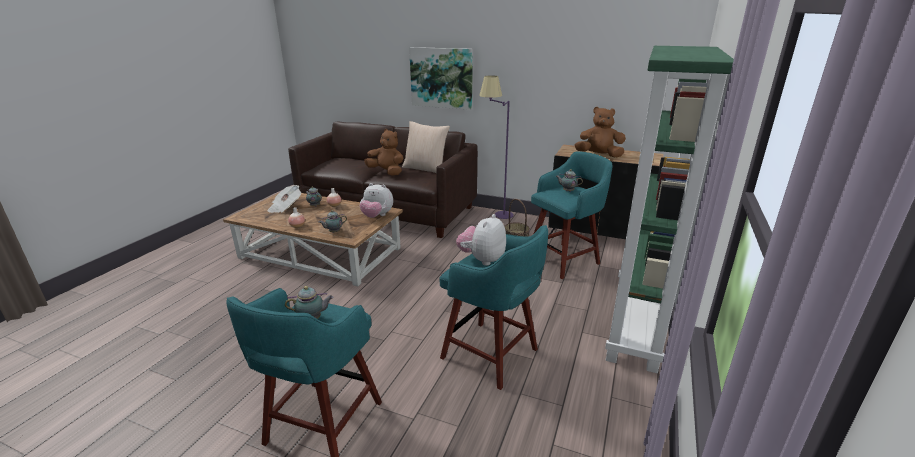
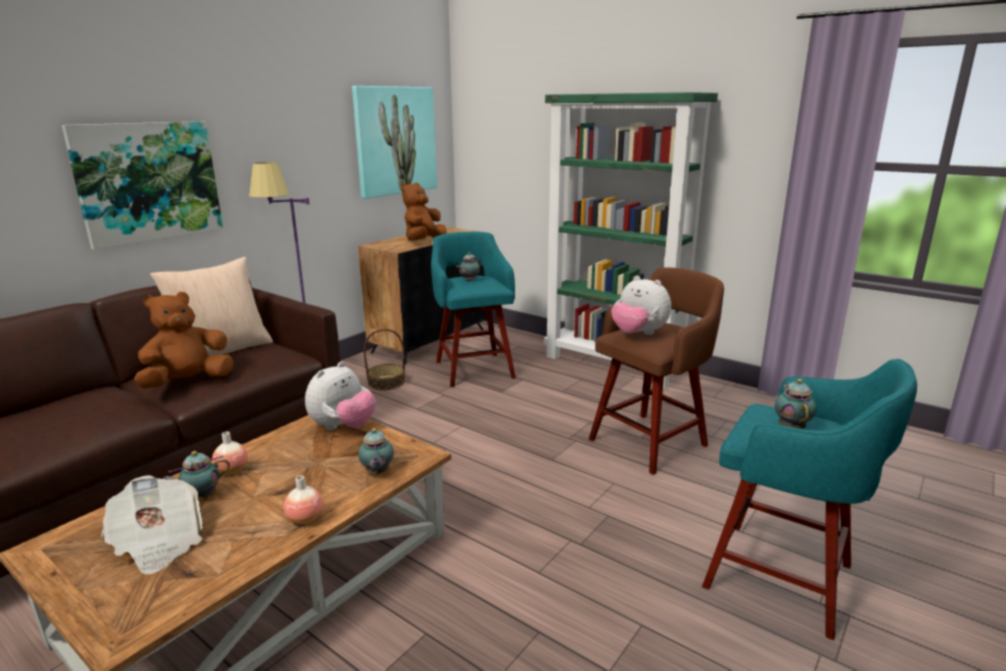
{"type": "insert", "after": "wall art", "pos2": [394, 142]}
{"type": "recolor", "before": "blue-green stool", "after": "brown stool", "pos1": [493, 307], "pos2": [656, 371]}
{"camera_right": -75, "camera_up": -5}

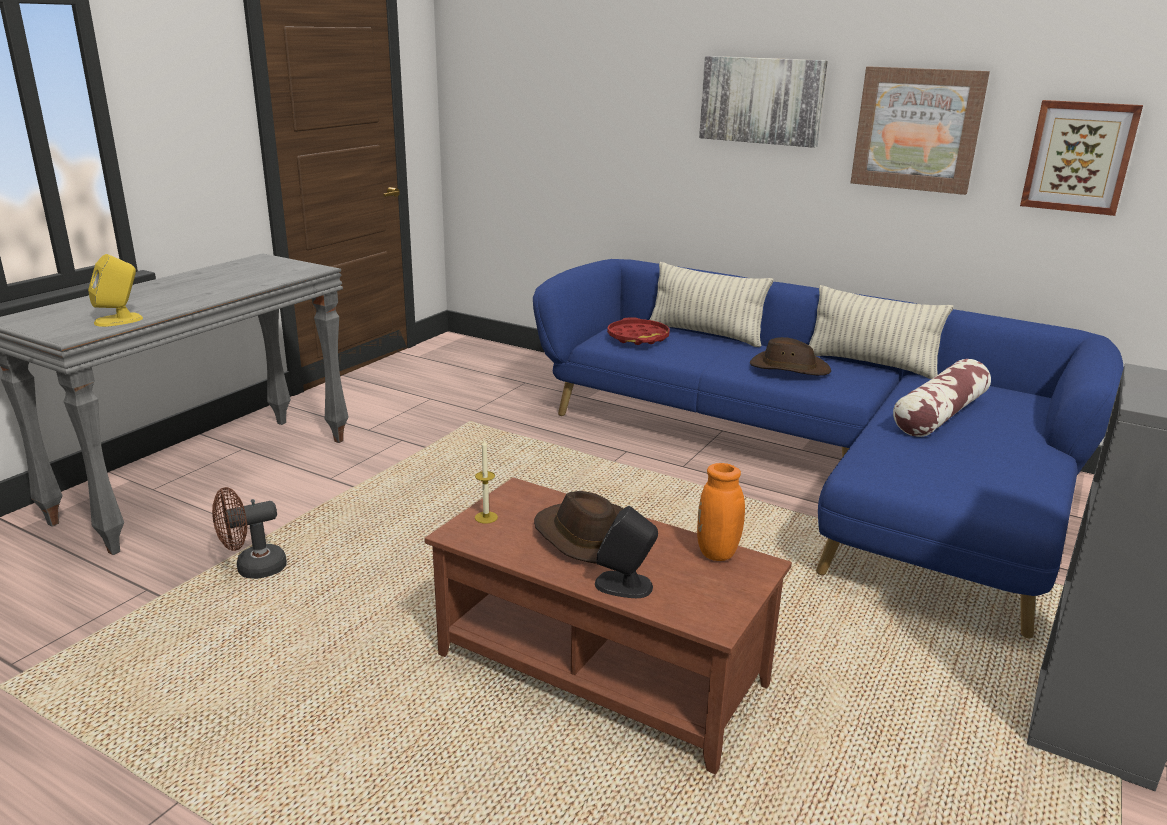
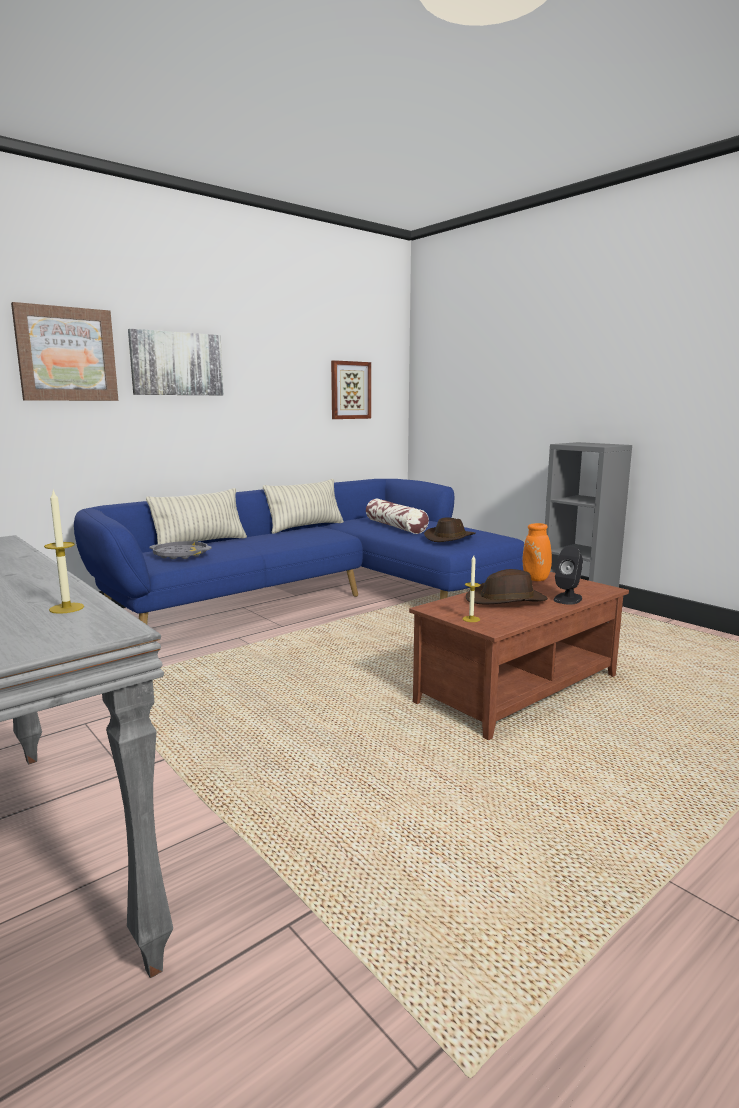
{"type": "delete", "before": "brown fan", "pos1": [249, 533]}
{"type": "move", "before": "brown hat", "pos1": [790, 356], "pos2": [450, 529]}
{"type": "move", "before": "wall art", "pos1": [920, 130], "pos2": [64, 351]}
{"type": "replace", "before": "yellow audio speaker", "after": "wax candle", "pos1": [115, 290], "pos2": [64, 552]}
{"type": "recolor", "before": "red carrying tray", "after": "greyish carrying tray", "pos1": [638, 331], "pos2": [180, 550]}
{"camera_right": -70, "camera_up": -10}

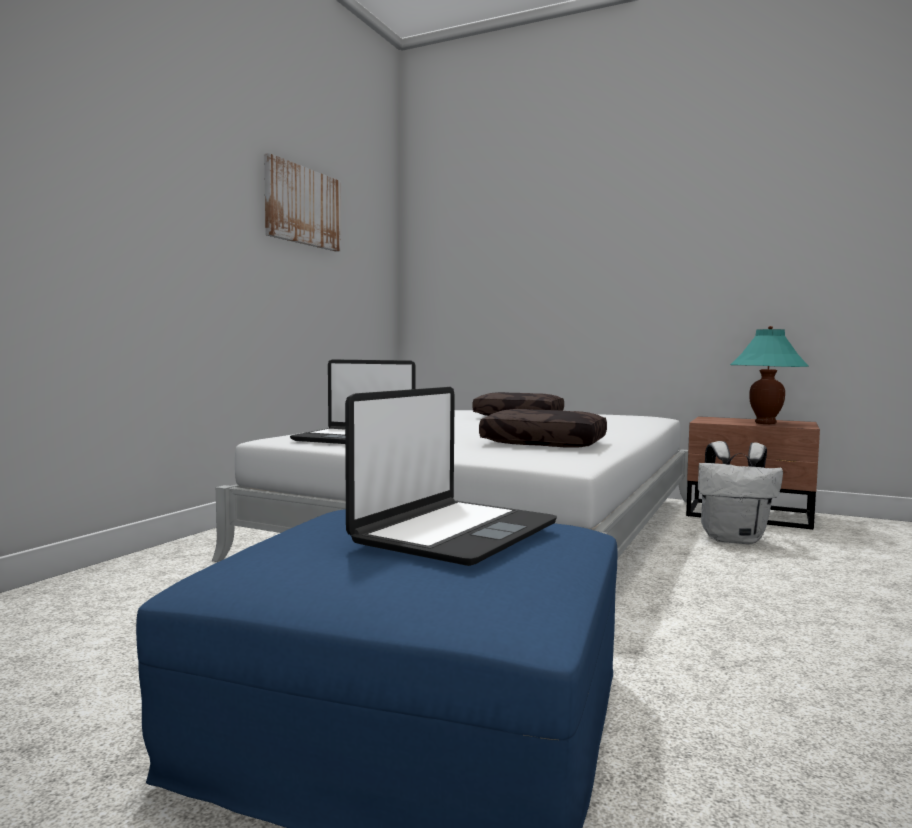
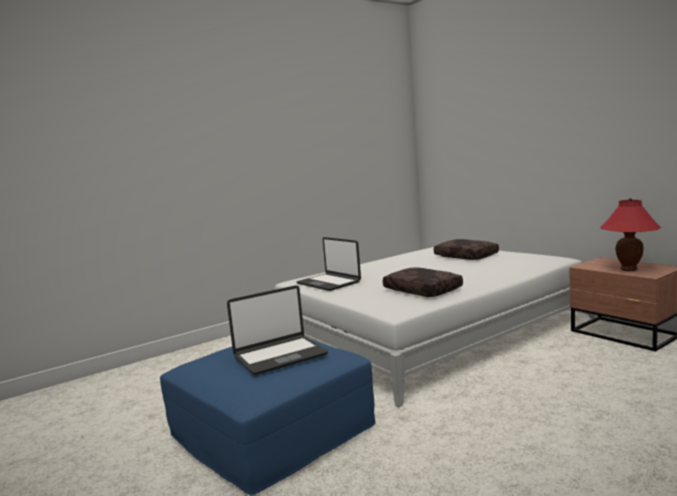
{"type": "delete", "before": "wall art", "pos1": [302, 202]}
{"type": "delete", "before": "white knapsack", "pos1": [740, 492]}
{"type": "recolor", "before": "blue-green table lamp", "after": "red table lamp", "pos1": [769, 375], "pos2": [630, 234]}
{"camera_right": 30, "camera_up": 5}

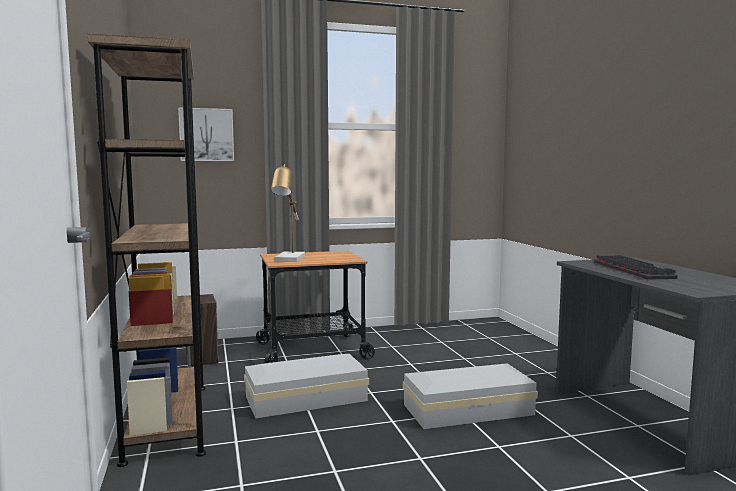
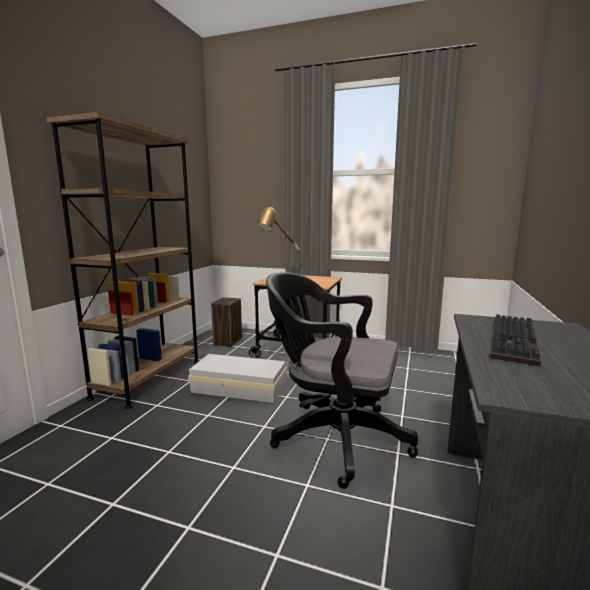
{"type": "delete", "before": "wall art", "pos1": [206, 134]}
{"type": "replace", "before": "white storage box", "after": "black-coloured computer chair", "pos1": [470, 396], "pos2": [342, 380]}
{"camera_right": 35, "camera_up": 5}

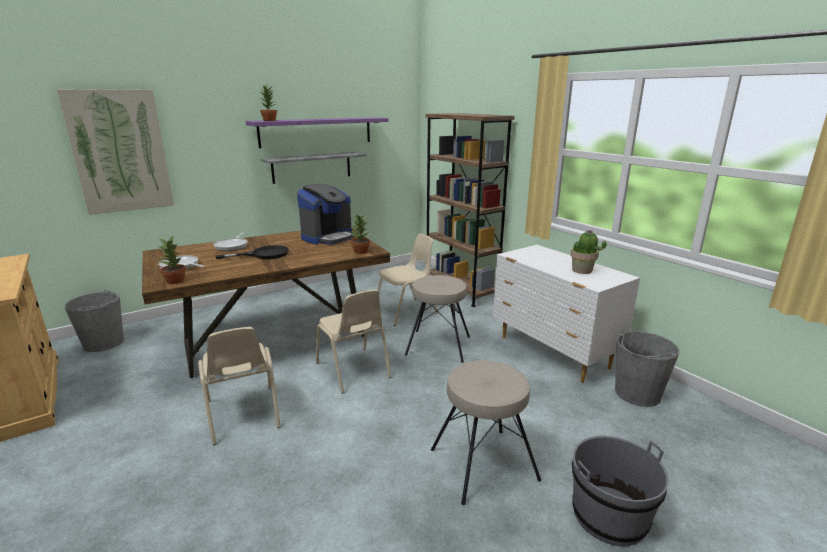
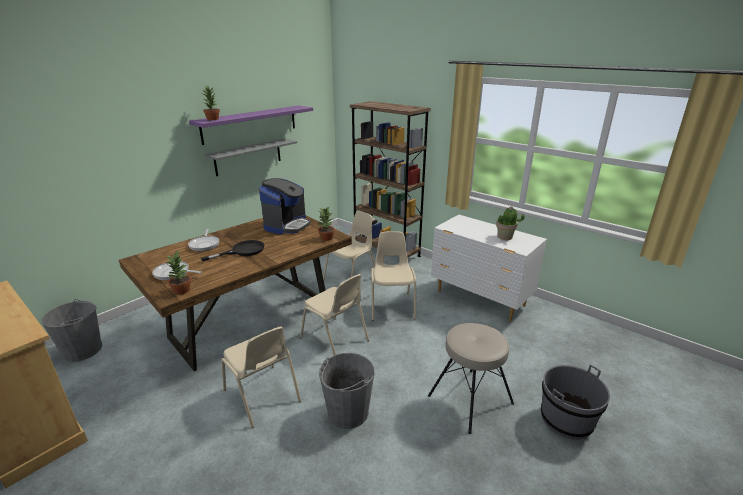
{"type": "delete", "before": "wall art", "pos1": [115, 152]}
{"type": "move", "before": "greyish water bucket", "pos1": [647, 369], "pos2": [346, 391]}
{"type": "replace", "before": "beige stool", "after": "beige upright chair", "pos1": [437, 319], "pos2": [393, 275]}
{"camera_right": -15, "camera_up": 5}

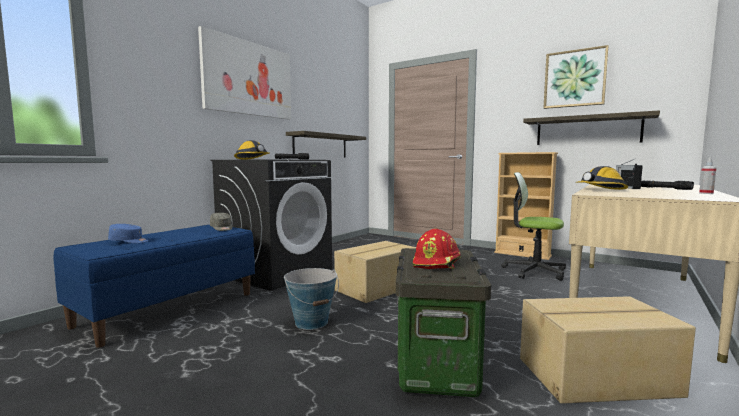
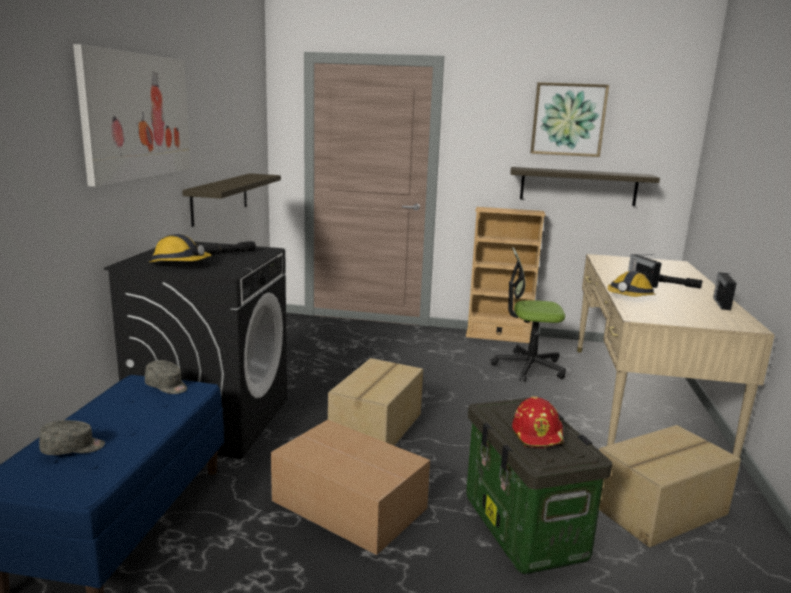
{"type": "replace", "before": "water bucket", "after": "carton", "pos1": [311, 299], "pos2": [350, 487]}
{"type": "replace", "before": "hand sprayer", "after": "radio set", "pos1": [708, 175], "pos2": [724, 291]}
{"type": "recolor", "before": "bluish peaked cap", "after": "greyish peaked cap", "pos1": [128, 233], "pos2": [72, 437]}
{"camera_right": -25, "camera_up": 10}

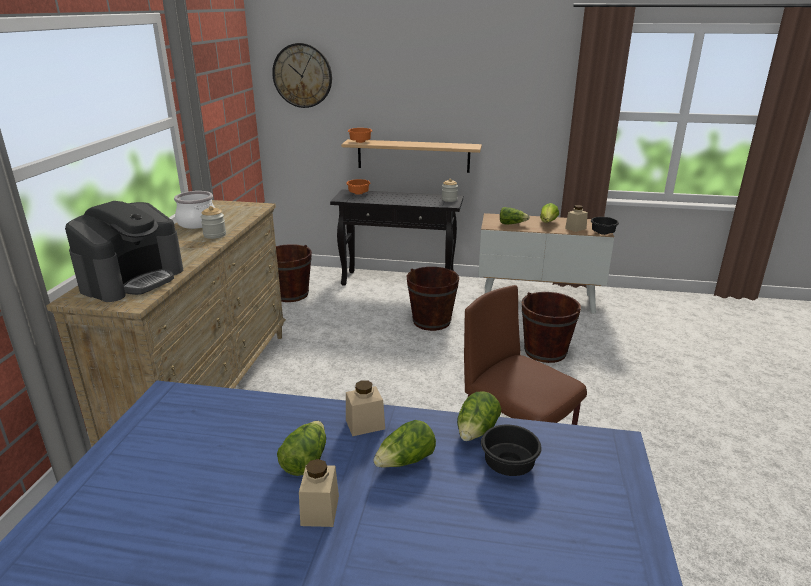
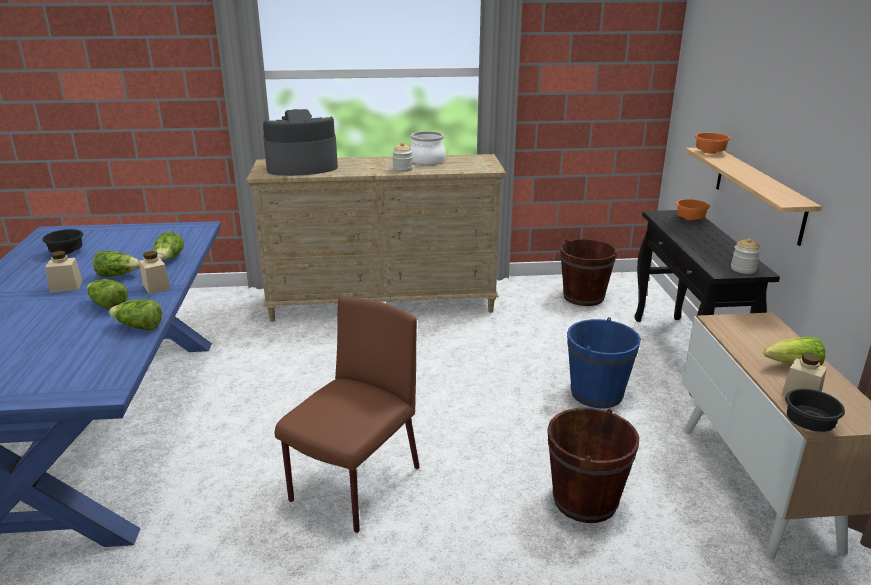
{"type": "delete", "before": "wall clock", "pos1": [302, 75]}
{"type": "move", "before": "black-coloured deep dish", "pos1": [511, 450], "pos2": [63, 241]}
{"type": "move", "before": "lettuce", "pos1": [515, 216], "pos2": [168, 246]}
{"type": "recolor", "before": "brown water bucket", "after": "bluish water bucket", "pos1": [433, 299], "pos2": [604, 362]}
{"type": "rotate", "before": "coffee brewer", "pos1": [124, 251], "pos2": [300, 142], "turn": 150}
{"camera_right": 75, "camera_up": 0}

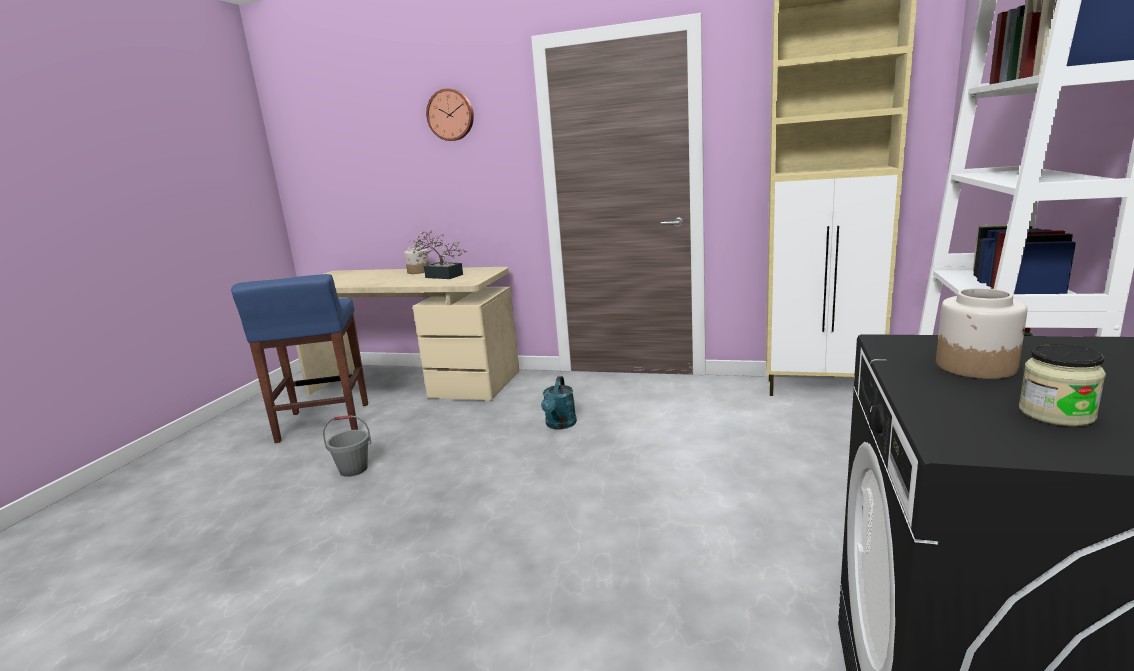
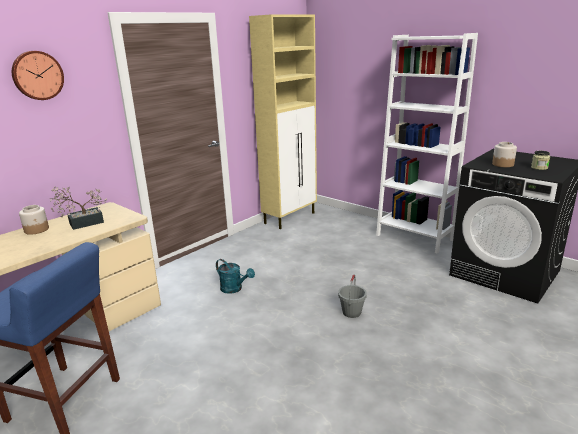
{"type": "move", "before": "greyish water bucket", "pos1": [347, 446], "pos2": [352, 296]}
{"camera_right": -65, "camera_up": 5}

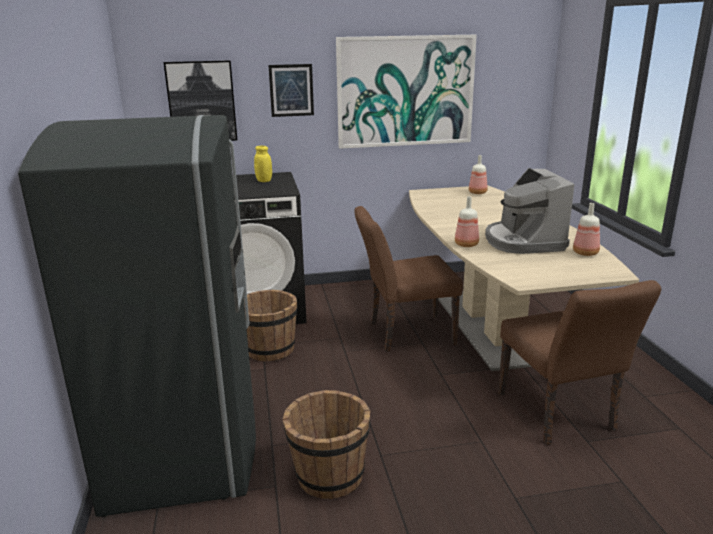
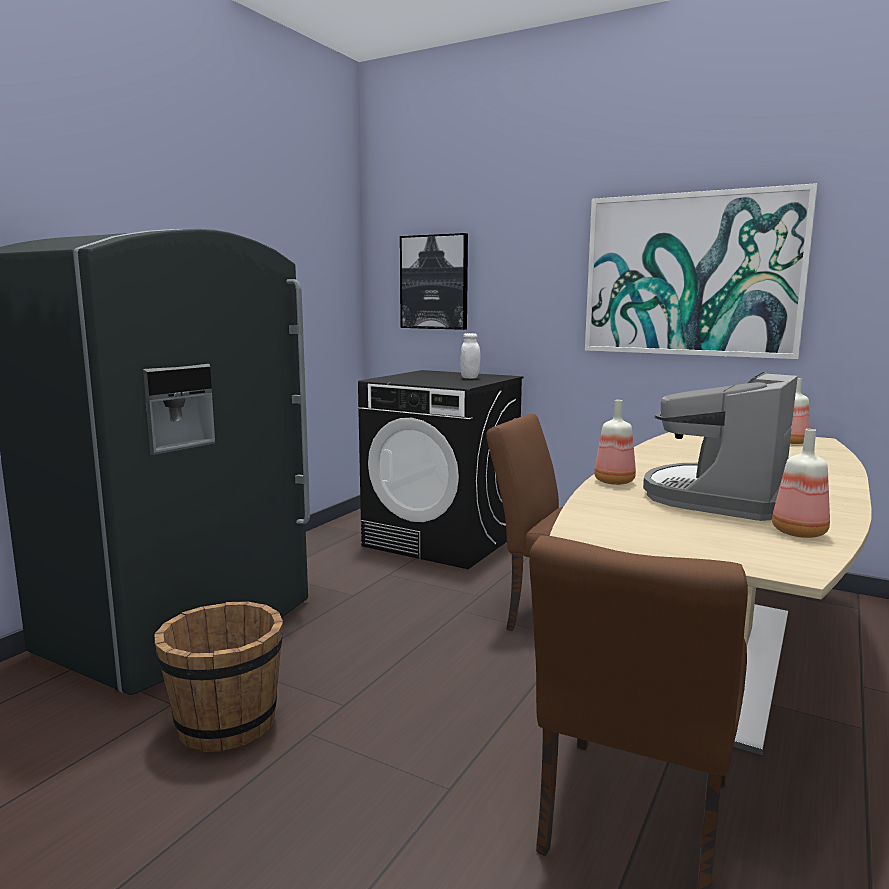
{"type": "delete", "before": "brown water bucket", "pos1": [270, 326]}
{"type": "delete", "before": "wall art", "pos1": [291, 90]}
{"type": "recolor", "before": "yellow jar", "after": "white jar", "pos1": [263, 164], "pos2": [470, 356]}
{"camera_right": 40, "camera_up": -10}

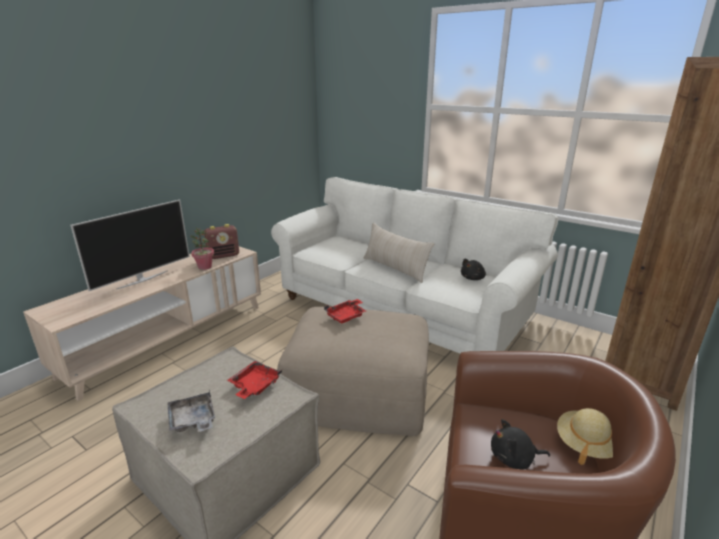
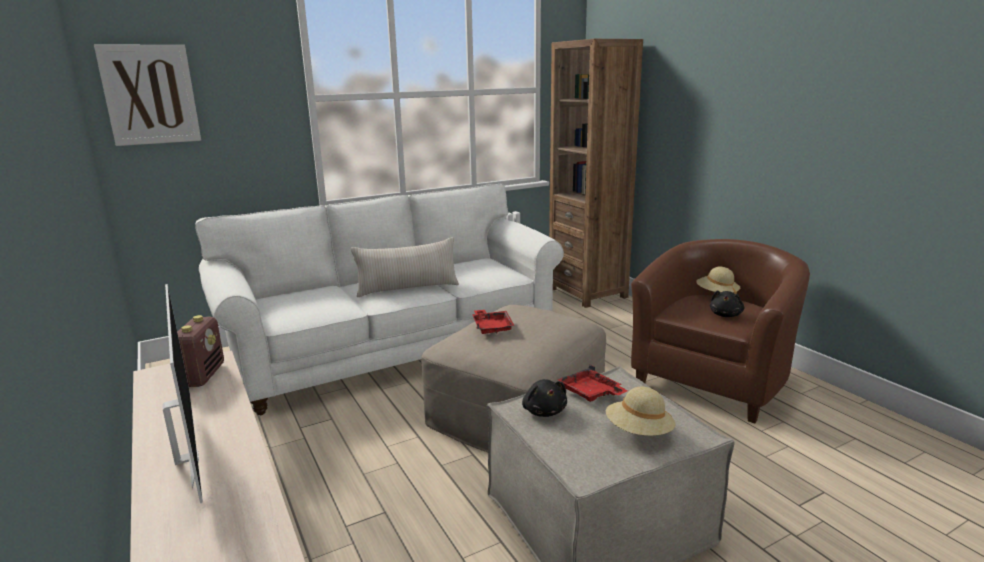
{"type": "delete", "before": "potted plant", "pos1": [202, 249]}
{"type": "insert", "after": "wall art", "pos2": [147, 95]}
{"type": "move", "before": "black-coloured cuddly toy", "pos1": [473, 269], "pos2": [544, 398]}
{"type": "replace", "before": "greyish carrying tray", "after": "beige hat", "pos1": [191, 411], "pos2": [641, 411]}
{"camera_right": -65, "camera_up": -5}

